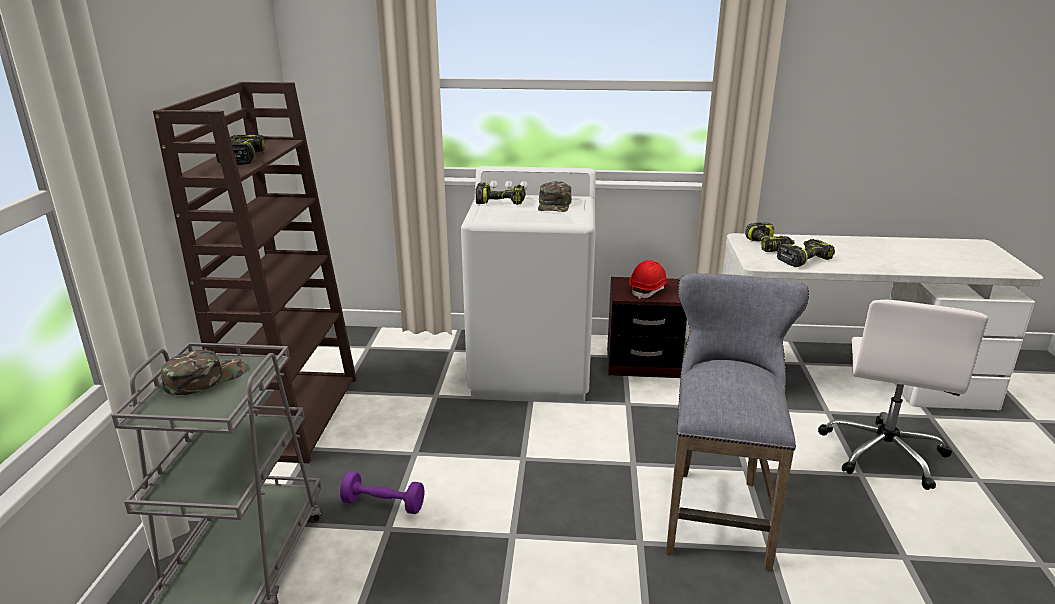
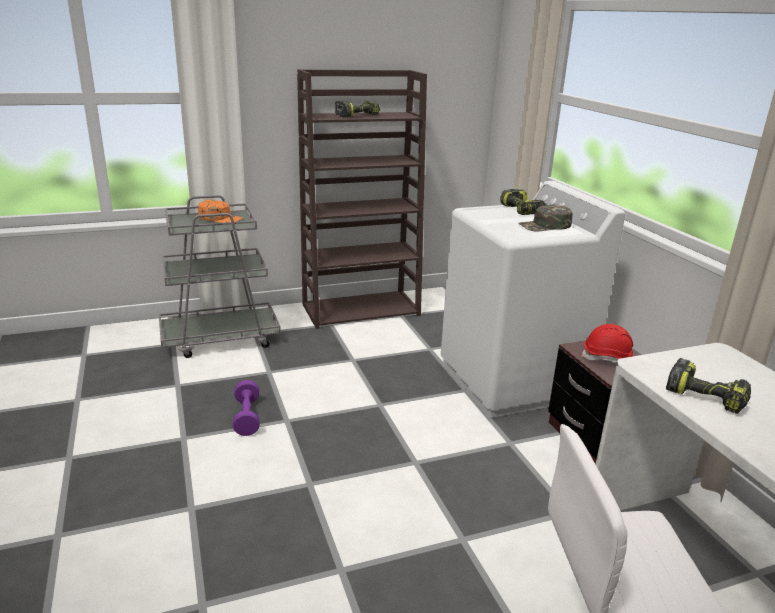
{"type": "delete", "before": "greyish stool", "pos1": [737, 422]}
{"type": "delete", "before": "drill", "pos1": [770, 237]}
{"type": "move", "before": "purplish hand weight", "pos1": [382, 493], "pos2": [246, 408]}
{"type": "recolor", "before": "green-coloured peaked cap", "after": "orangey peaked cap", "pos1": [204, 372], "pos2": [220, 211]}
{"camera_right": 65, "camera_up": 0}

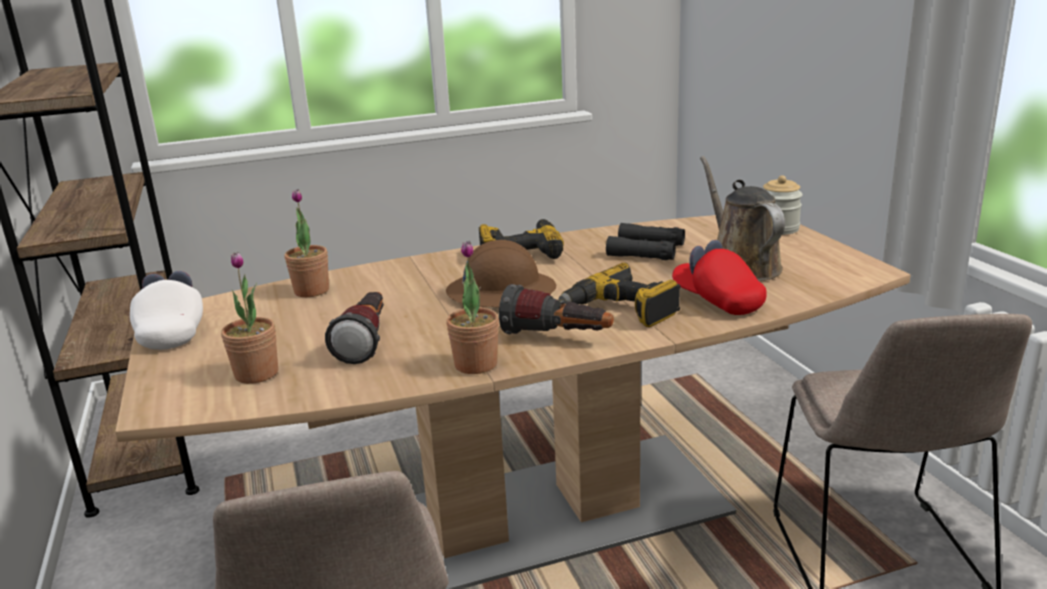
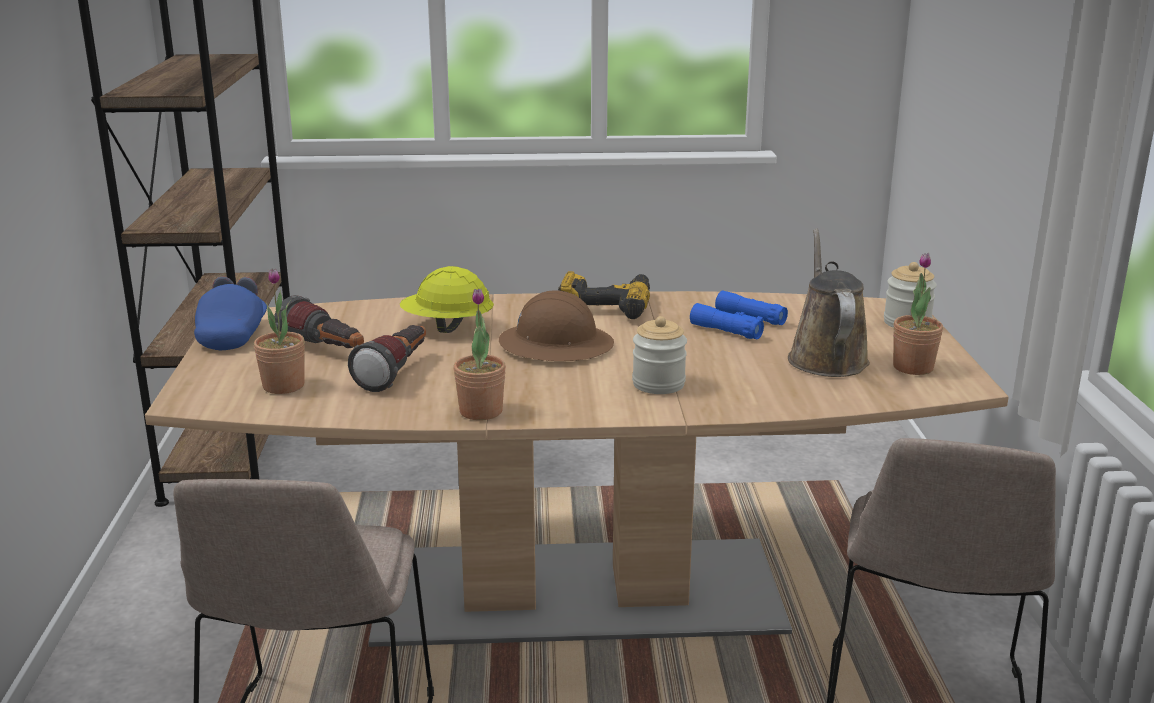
{"type": "delete", "before": "red peaked cap", "pos1": [719, 277]}
{"type": "insert", "after": "yellow safety helmet", "pos2": [447, 299]}
{"type": "move", "before": "potted plant", "pos1": [306, 243], "pos2": [918, 314]}
{"type": "move", "before": "hand torch", "pos1": [556, 309], "pos2": [319, 321]}
{"type": "replace", "before": "drill", "after": "jar", "pos1": [619, 295], "pos2": [659, 355]}
{"type": "recolor", "before": "white peaked cap", "after": "bluish peaked cap", "pos1": [166, 310], "pos2": [230, 313]}
{"type": "recolor", "before": "black-coloured binoculars", "after": "bluish binoculars", "pos1": [645, 241], "pos2": [739, 314]}
{"camera_right": 15, "camera_up": 0}

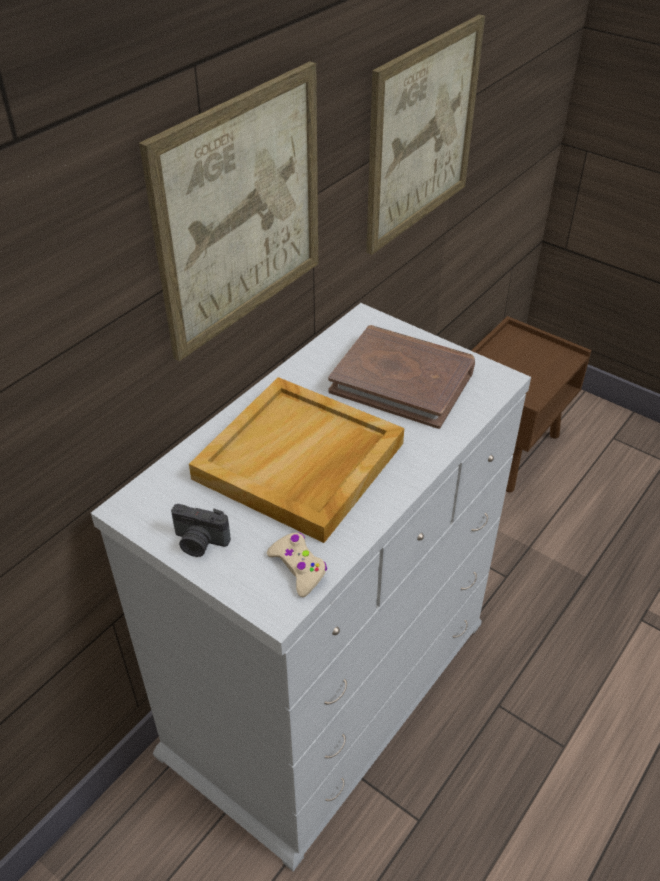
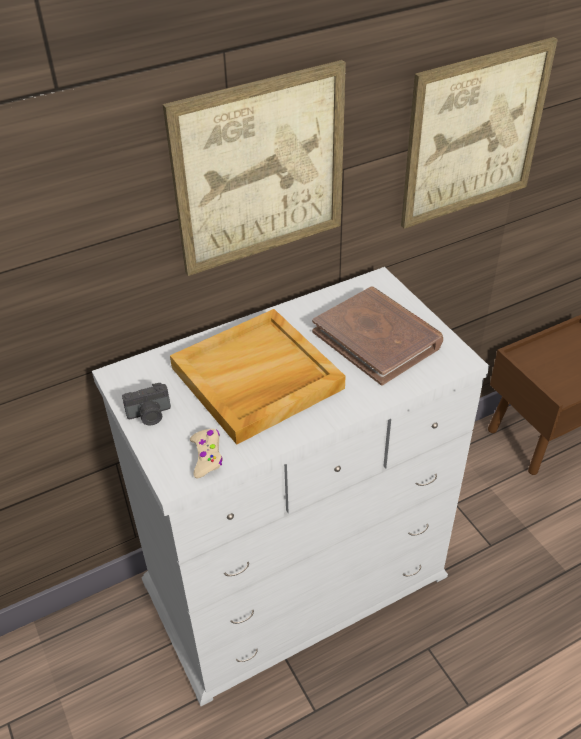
{"type": "rotate", "before": "still camera", "pos1": [201, 530], "pos2": [146, 404], "turn": -60}
{"camera_right": 25, "camera_up": 0}

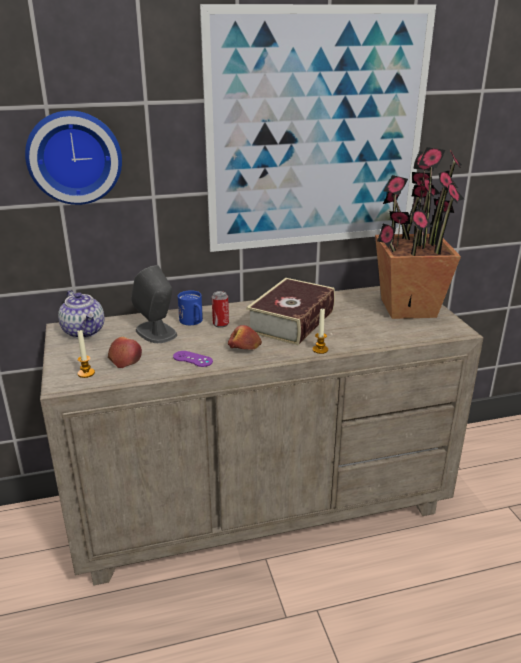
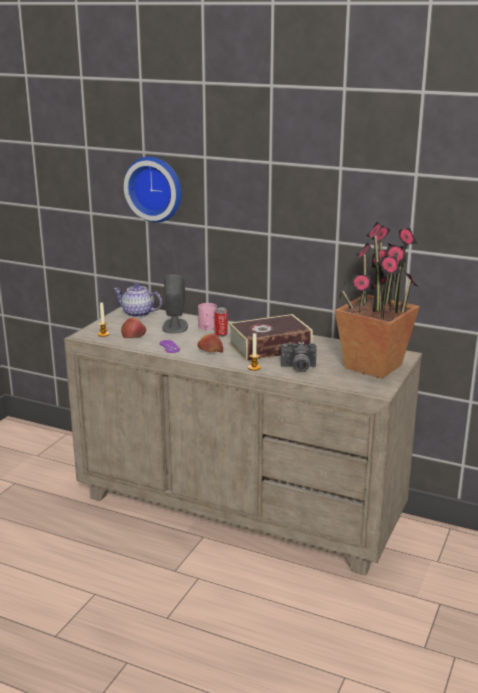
{"type": "delete", "before": "wall art", "pos1": [318, 128]}
{"type": "insert", "after": "still camera", "pos2": [298, 357]}
{"type": "recolor", "before": "bluish coffee mug", "after": "pinkish coffee mug", "pos1": [190, 307], "pos2": [207, 316]}
{"type": "rotate", "before": "teapot", "pos1": [81, 314], "pos2": [138, 300], "turn": 105}
{"camera_right": 40, "camera_up": -5}

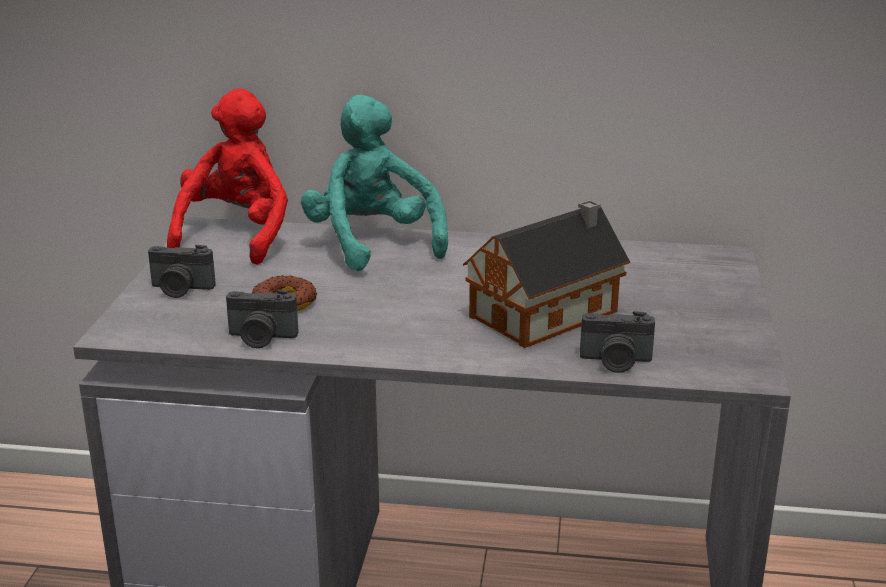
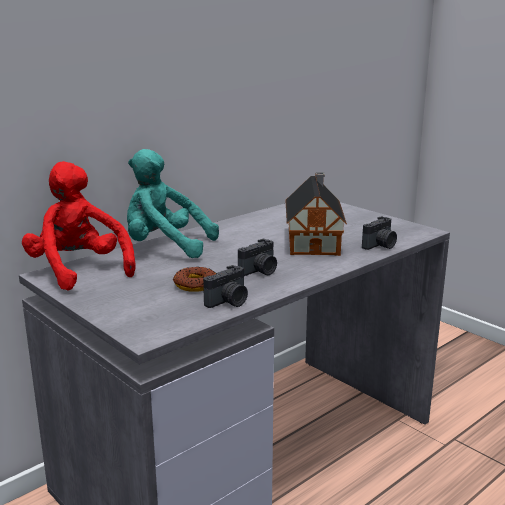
{"type": "move", "before": "still camera", "pos1": [182, 271], "pos2": [257, 257]}
{"camera_right": -50, "camera_up": -5}

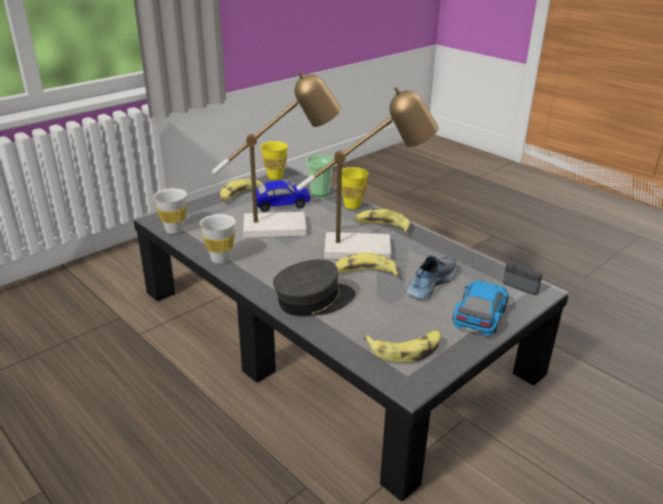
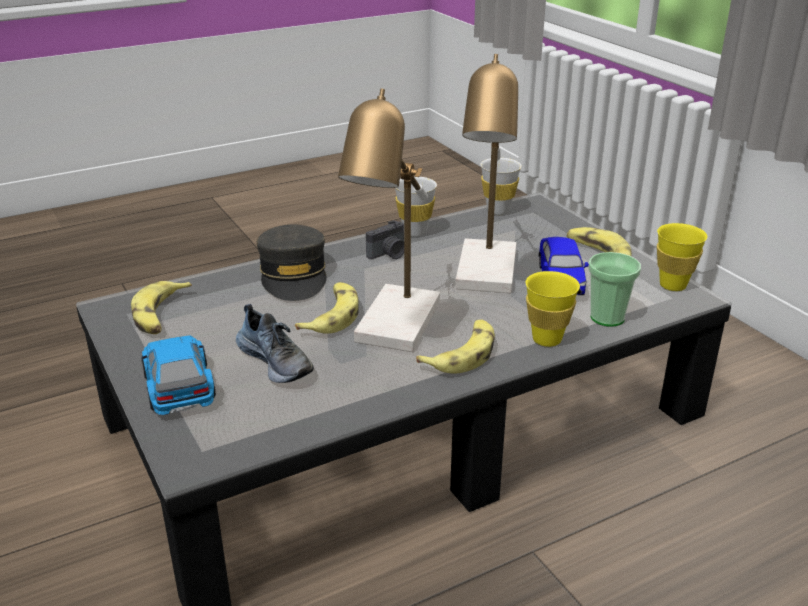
{"type": "move", "before": "still camera", "pos1": [523, 278], "pos2": [385, 239]}
{"type": "rotate", "before": "miniature car", "pos1": [481, 308], "pos2": [178, 375], "turn": -150}
{"camera_right": 105, "camera_up": 0}

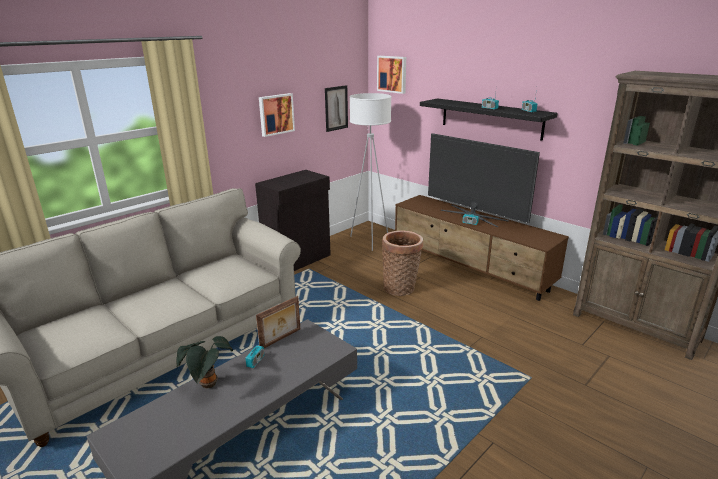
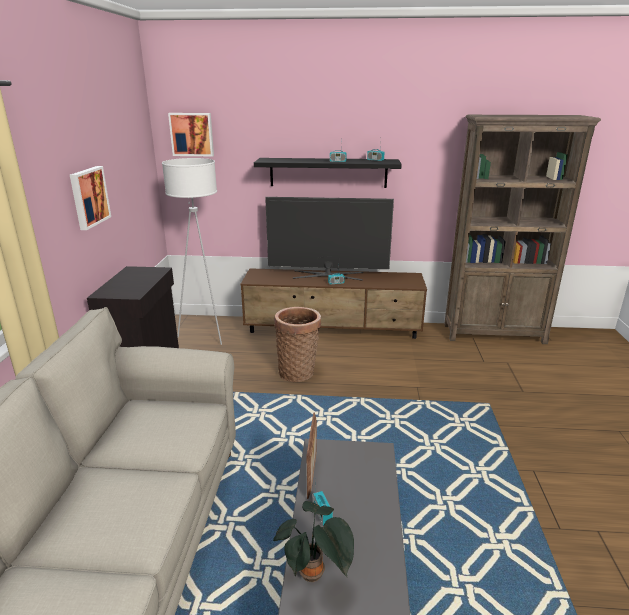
{"type": "delete", "before": "wall art", "pos1": [336, 108]}
{"camera_right": -40, "camera_up": 0}

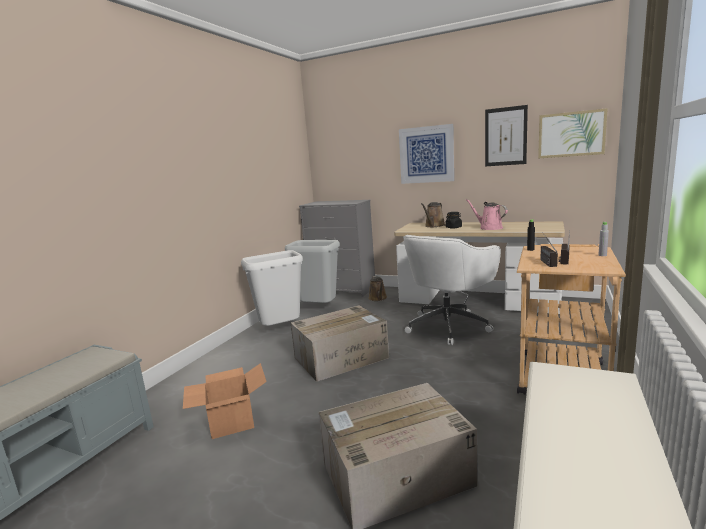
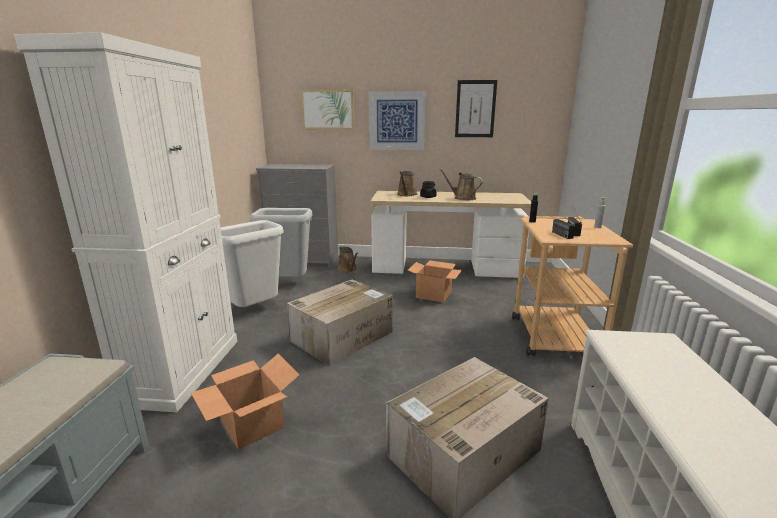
{"type": "insert", "after": "white storage cabinet", "pos2": [125, 222]}
{"type": "move", "before": "wall art", "pos1": [573, 133], "pos2": [328, 110]}
{"type": "replace", "before": "white computer chair", "after": "carton", "pos1": [452, 290], "pos2": [435, 281]}
{"type": "recolor", "before": "pinkish watering pot", "after": "brown watering pot", "pos1": [486, 214], "pos2": [461, 184]}
{"camera_right": -20, "camera_up": 5}

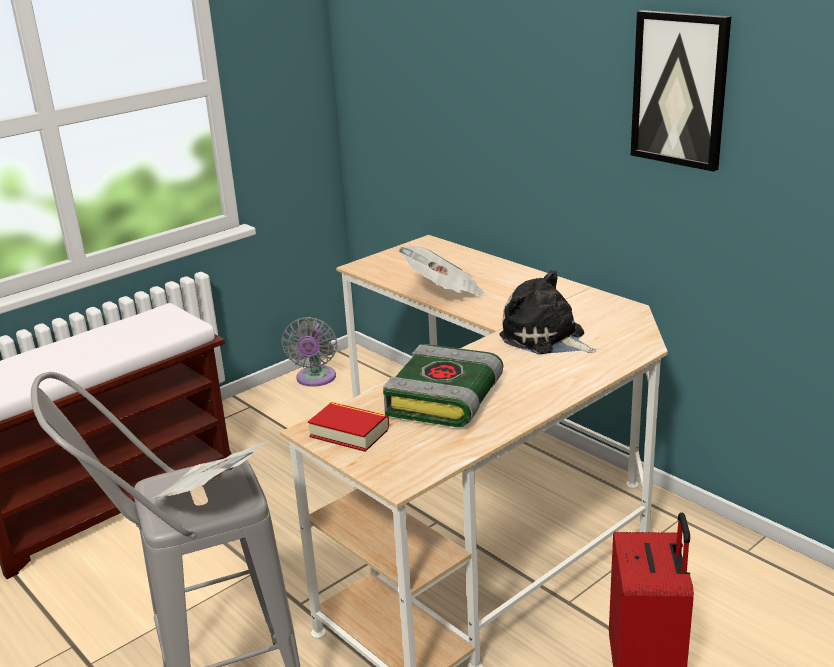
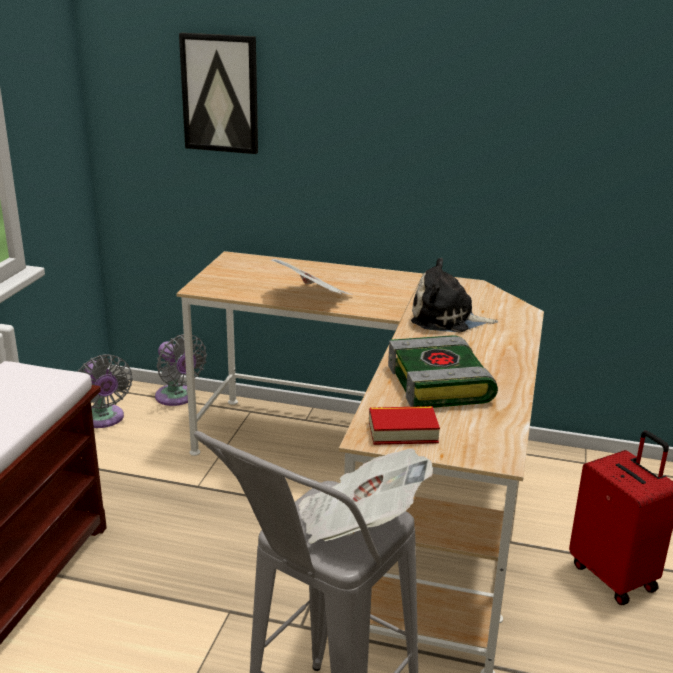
{"type": "insert", "after": "greyish fan", "pos2": [181, 370]}
{"type": "move", "before": "wall art", "pos1": [681, 91], "pos2": [218, 93]}
{"camera_right": -35, "camera_up": 0}

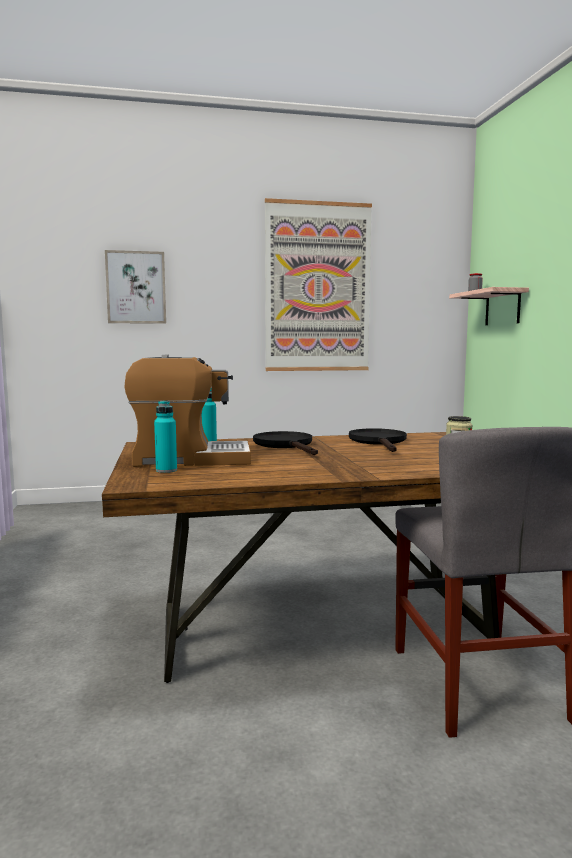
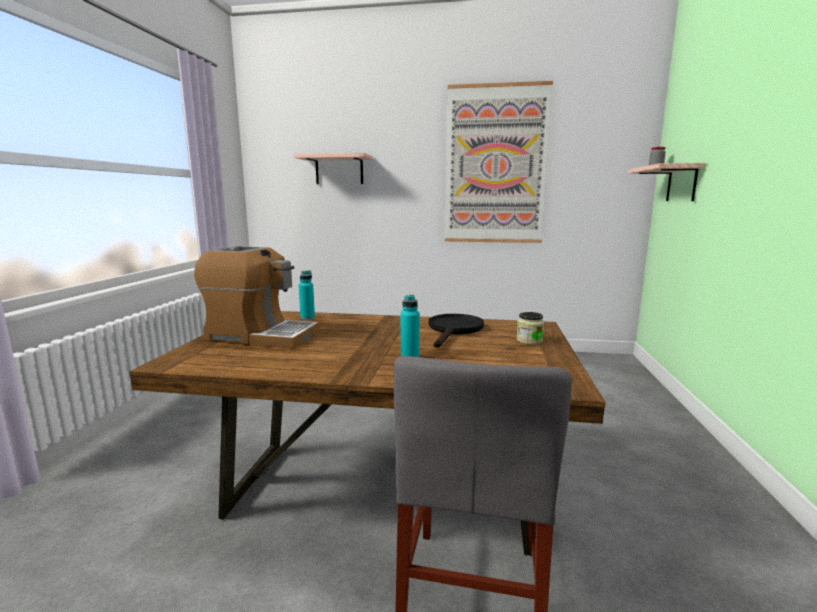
{"type": "delete", "before": "black-coloured pan", "pos1": [285, 443]}
{"type": "move", "before": "blue-green bottle", "pos1": [165, 436], "pos2": [410, 326]}
{"type": "replace", "before": "wall art", "after": "bracket shelf", "pos1": [135, 287], "pos2": [333, 168]}
{"camera_right": 20, "camera_up": 5}

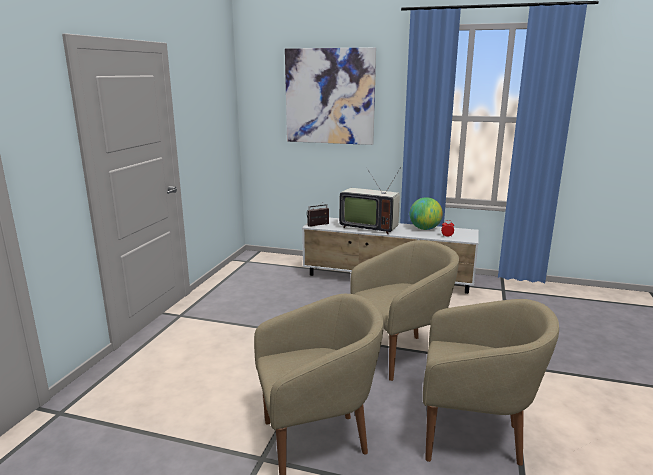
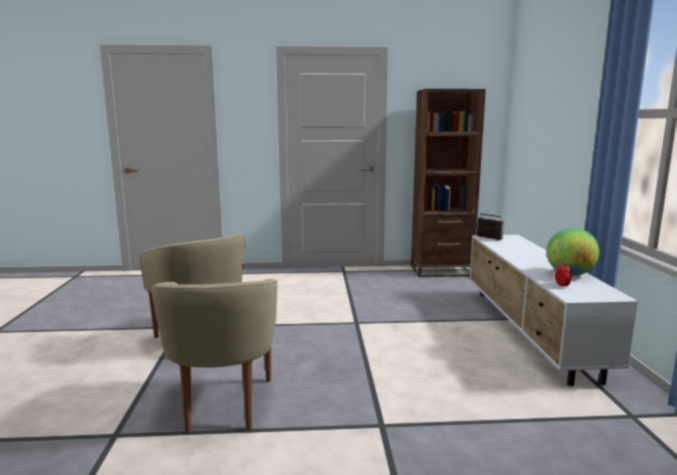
{"type": "delete", "before": "wall art", "pos1": [330, 96]}
{"type": "delete", "before": "TV set", "pos1": [370, 200]}
{"type": "delete", "before": "beige easy chair", "pos1": [404, 310]}
{"type": "insert", "after": "brown bookcase", "pos2": [448, 183]}
{"camera_right": 70, "camera_up": -5}

